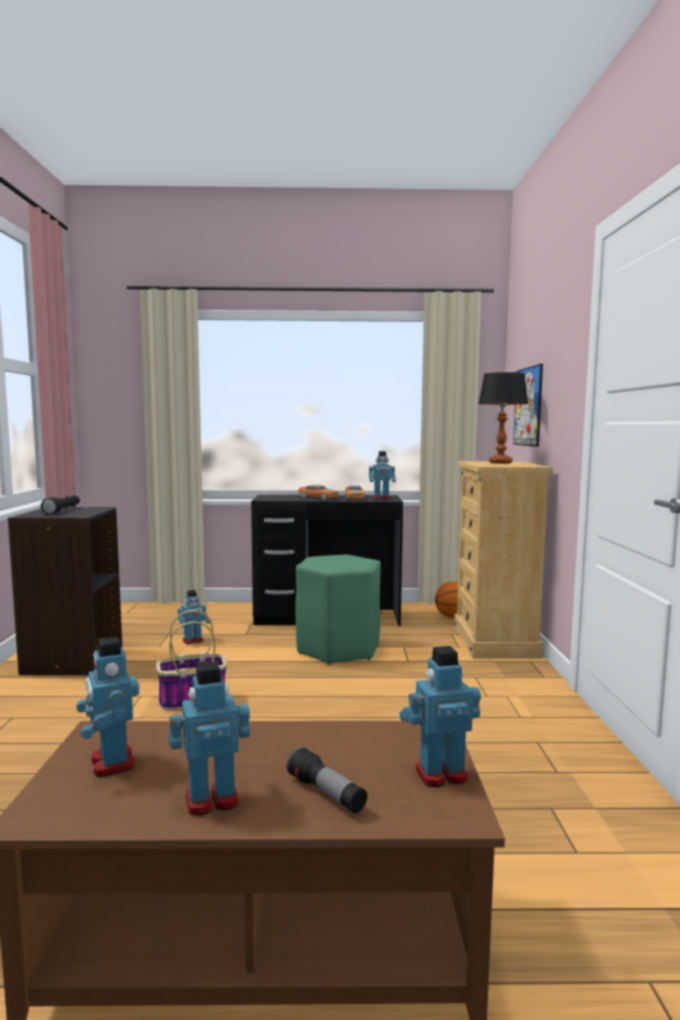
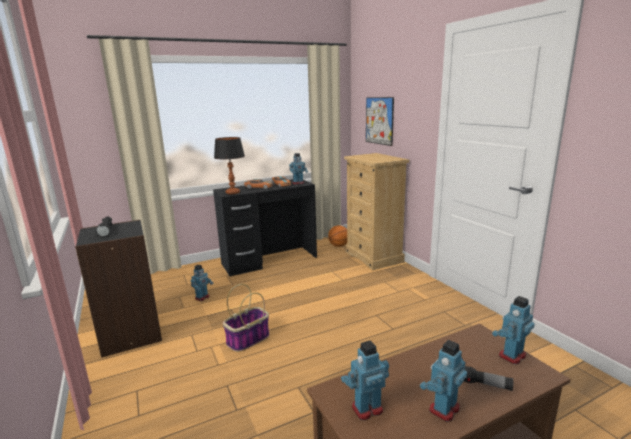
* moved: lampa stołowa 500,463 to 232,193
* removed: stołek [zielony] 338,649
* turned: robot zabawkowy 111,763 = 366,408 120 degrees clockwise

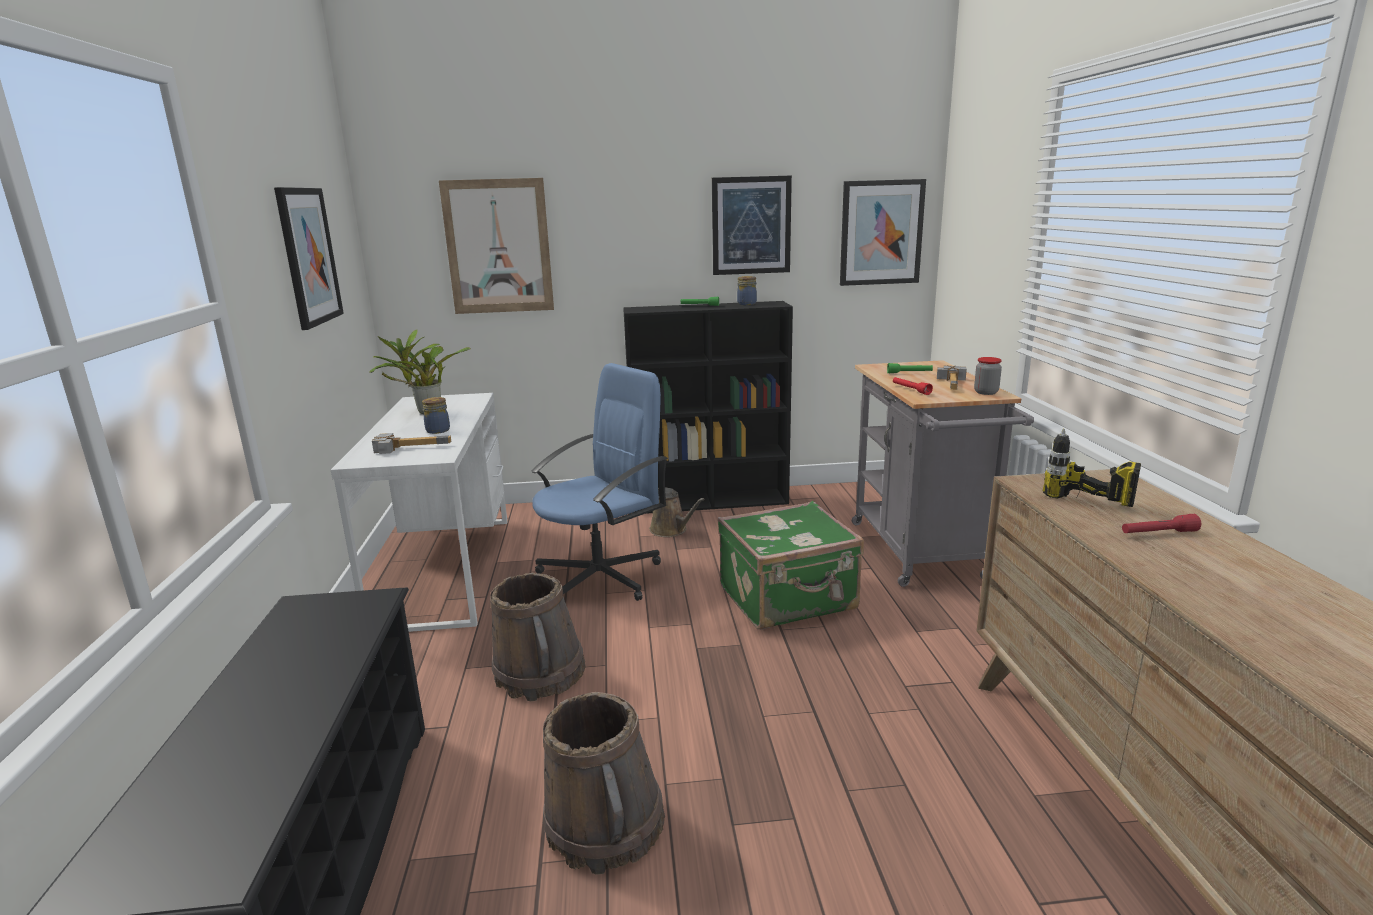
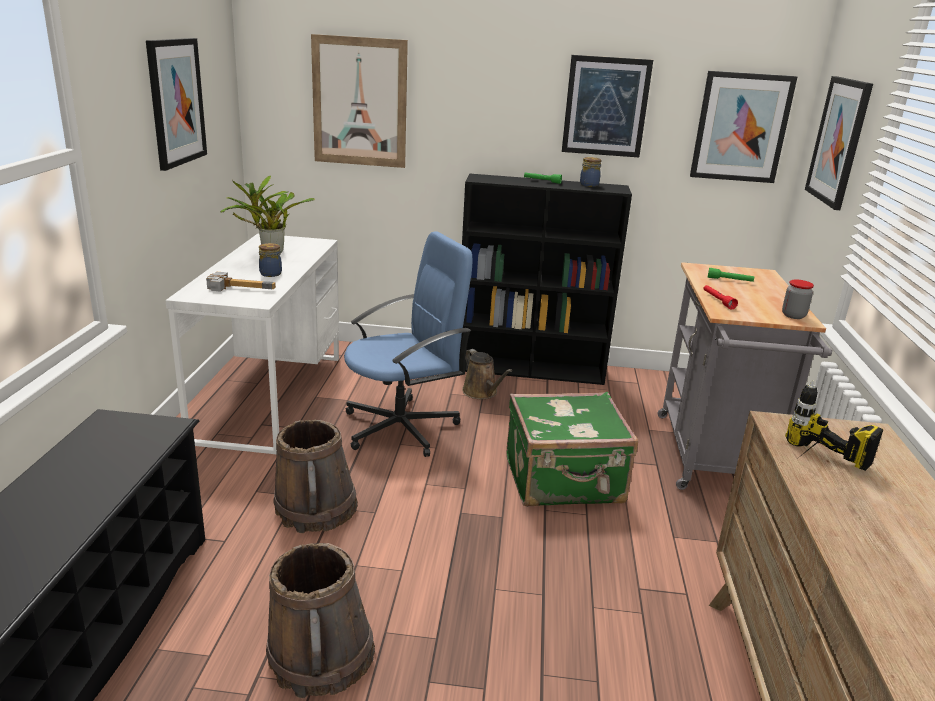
* removed: młotek 956,384
* removed: latarka [czerwony] 1158,533
* added: obraz 838,141

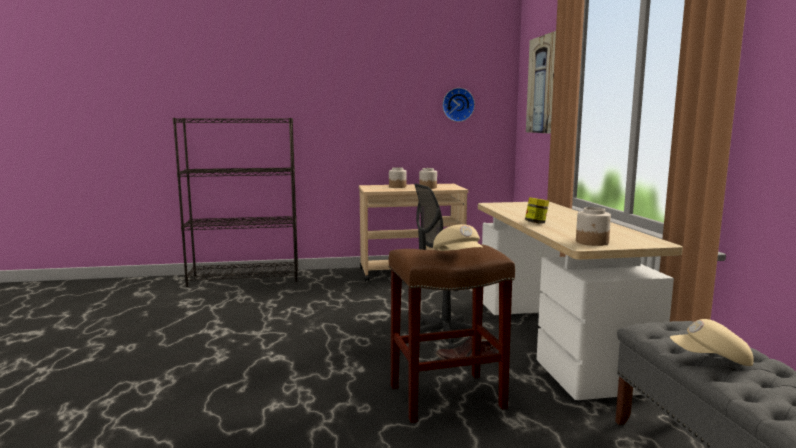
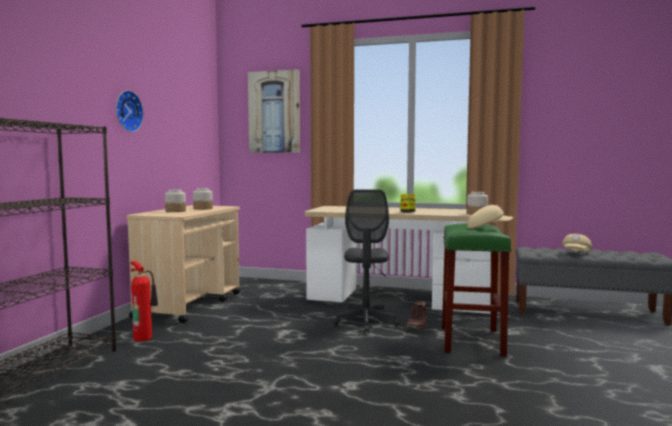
* moved: zegar ścienny 457,104 to 127,111
* recoloured: stołek [brązowy] 448,396 to stołek [zielony] 471,340
* added: gaśnica 144,337

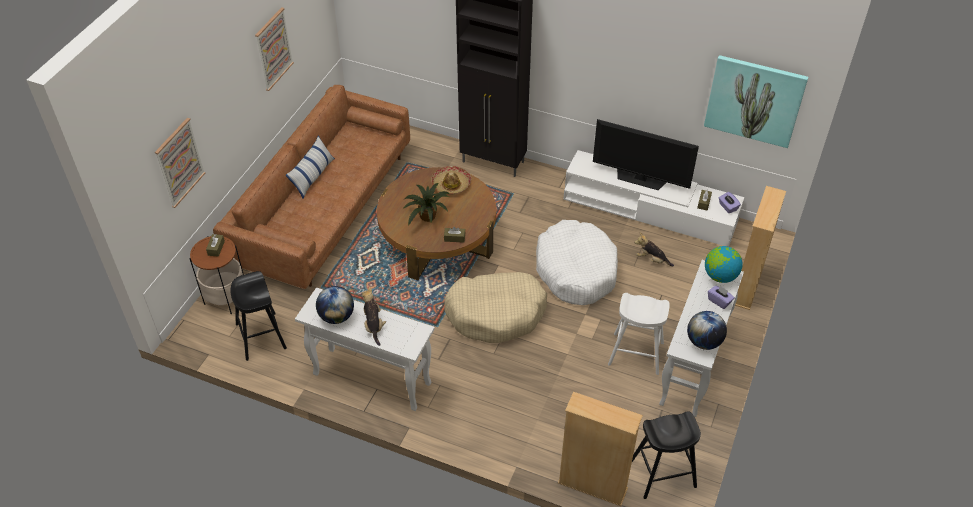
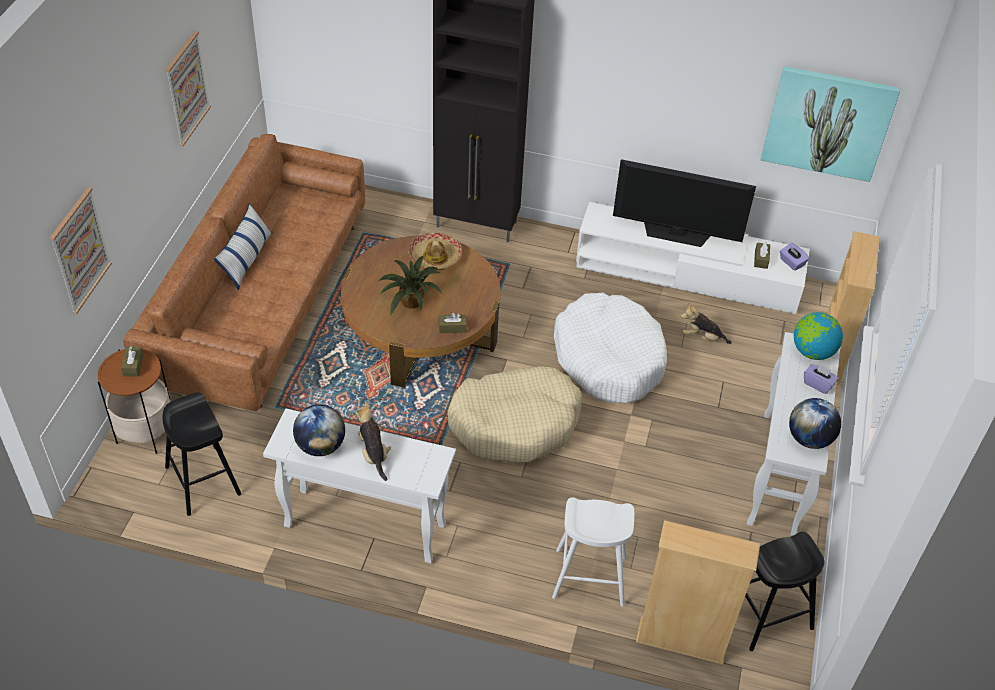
* moved: stołek [biały] 636,354 to 590,577

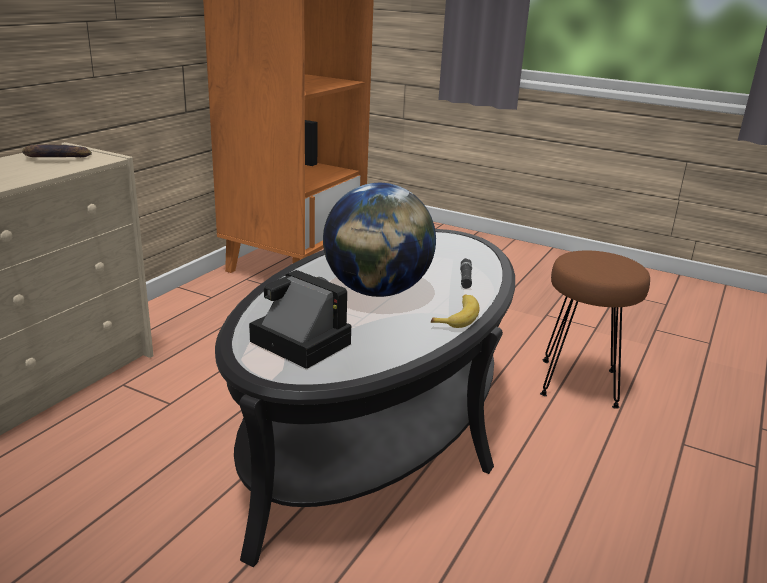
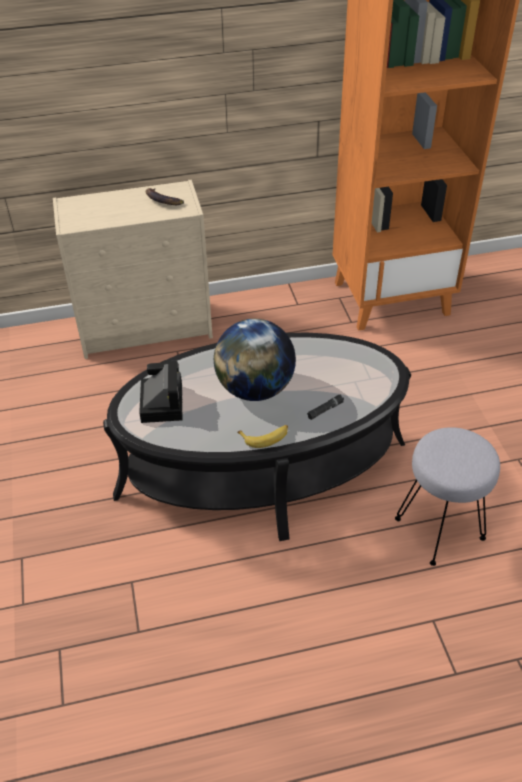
* recoloured: stołek [brązowy] 580,383 to stołek [szary] 439,530

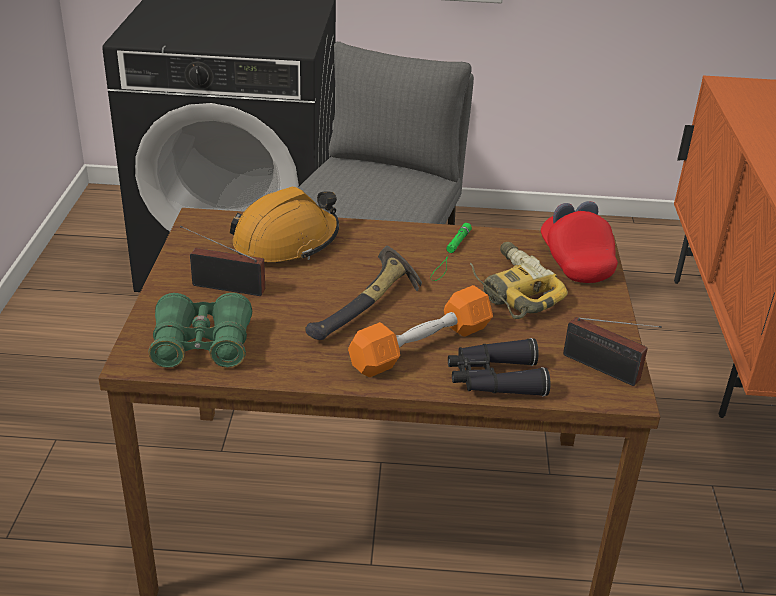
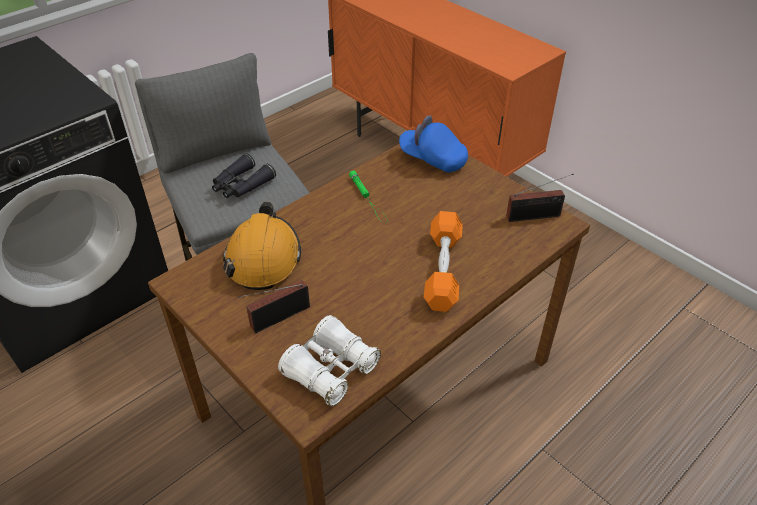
* recoloured: czapka z daszkiem [czerwony] 575,261 to czapka z daszkiem [niebieski] 432,159
* removed: wiertarka 510,290
* removed: młotek 368,308
* recoloured: lornetka [zielony] 202,346 to lornetka [biały] 330,369
* moved: lornetka [czarny] 494,379 to 241,185

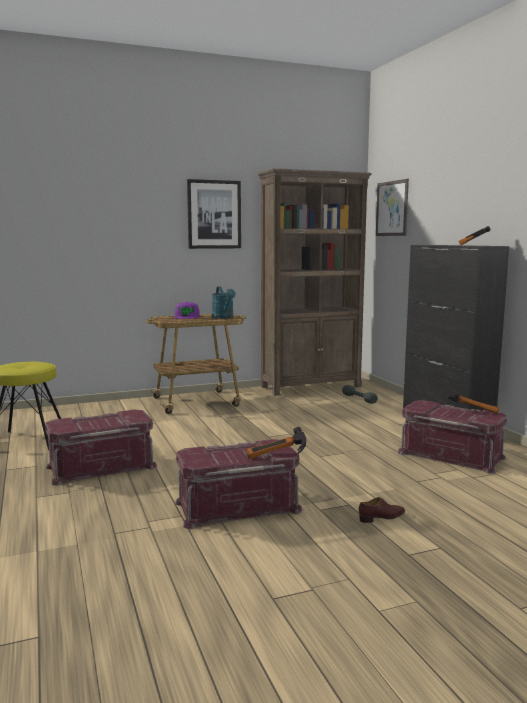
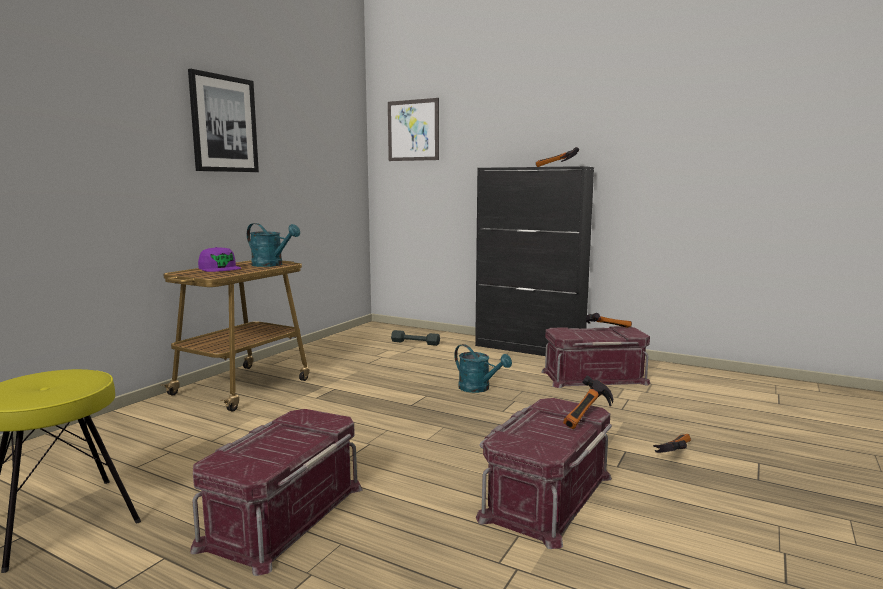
* removed: regał [brązowy] 311,386
* replaced: but [brązowy] 382,517 to młotek 672,453
* added: konewka [turkusowy] 479,389

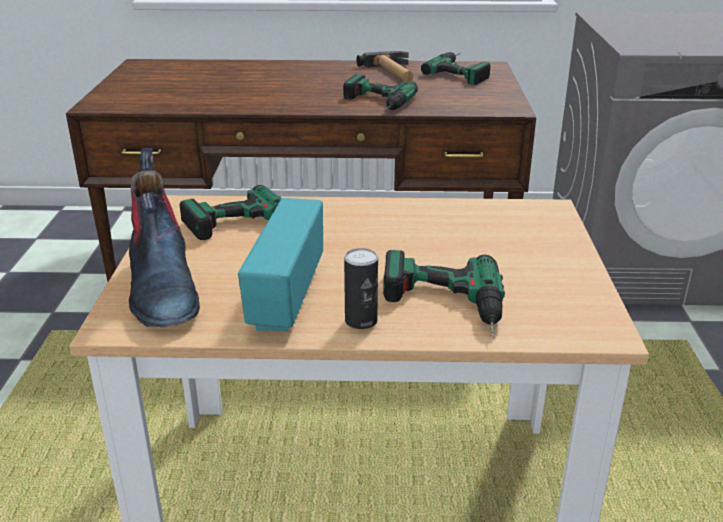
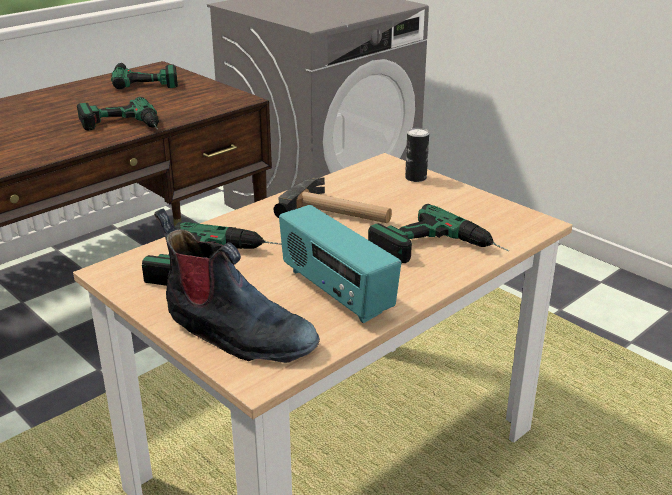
* moved: młotek 393,73 to 338,213
* moved: puszka 361,321 to 415,178

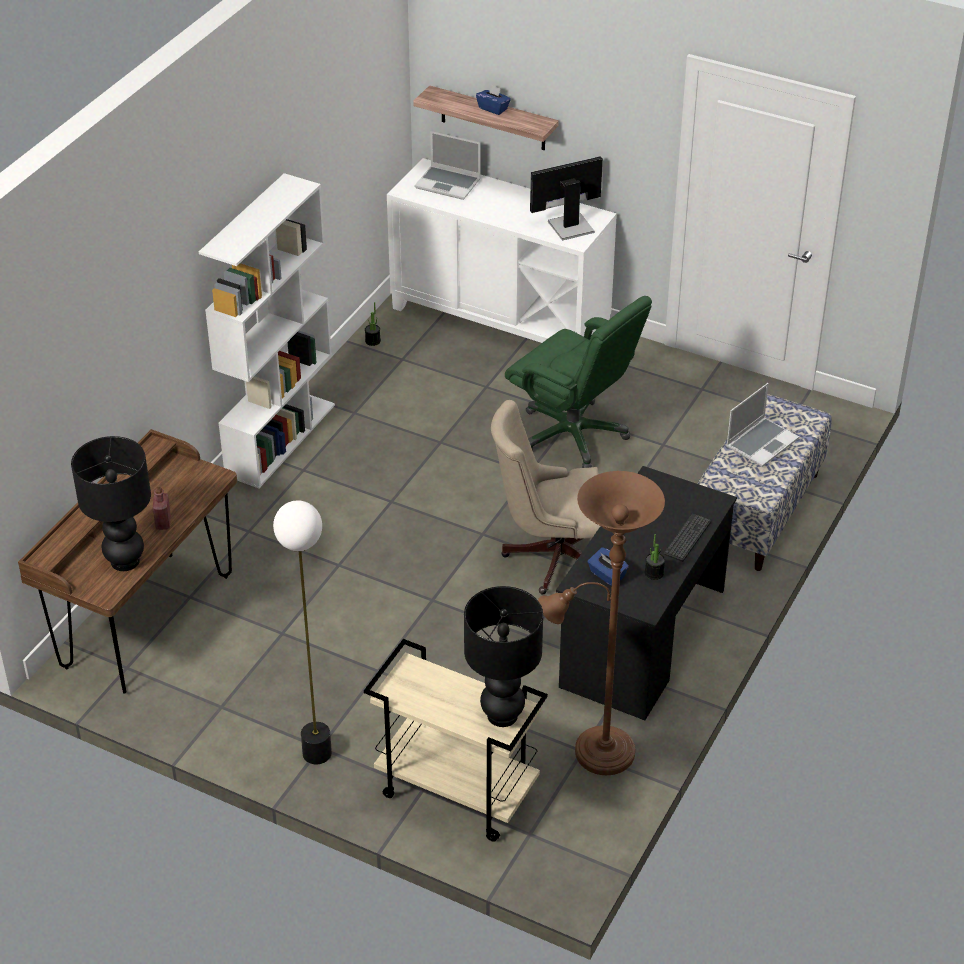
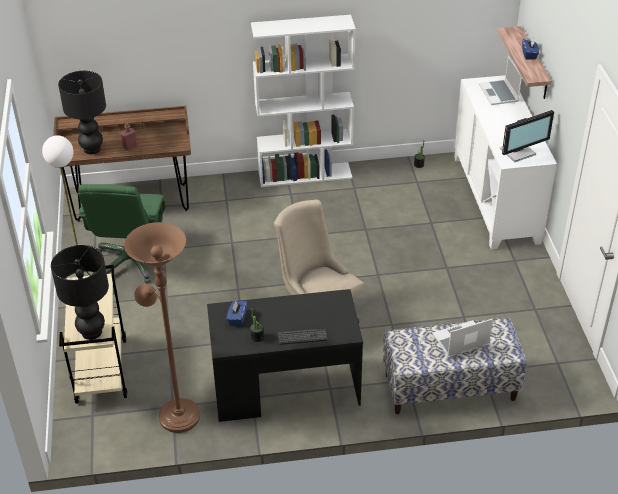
* turned: monitor 569,226 = 519,152 120 degrees clockwise
* moved: krzesło biurowe [zielony] 573,435 to 132,261
* turned: laptop 761,442 = 460,341 150 degrees clockwise

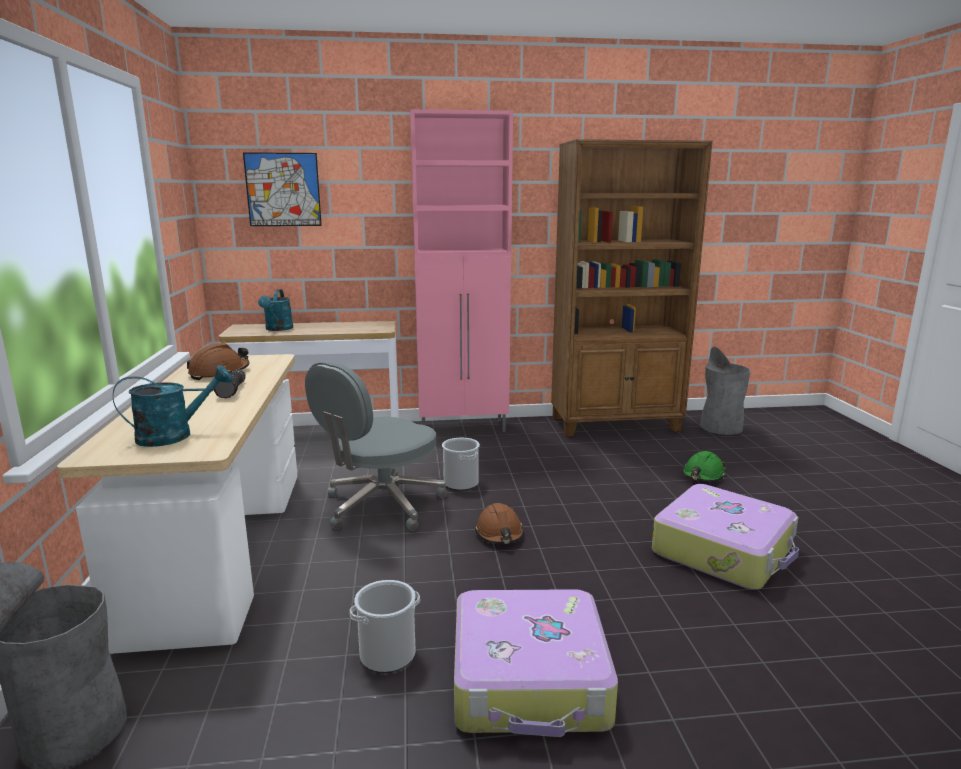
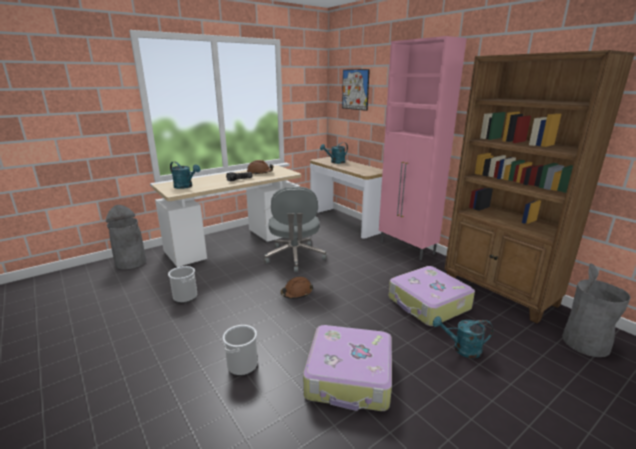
* turned: krzesło biurowe [szary] 381,505 = 295,257 105 degrees counterclockwise
* moved: wiadro 461,483 to 242,365
* replaced: kask [zielony] 703,476 to konewka [turkusowy] 462,349
* moved: walizka 530,680 to 428,304

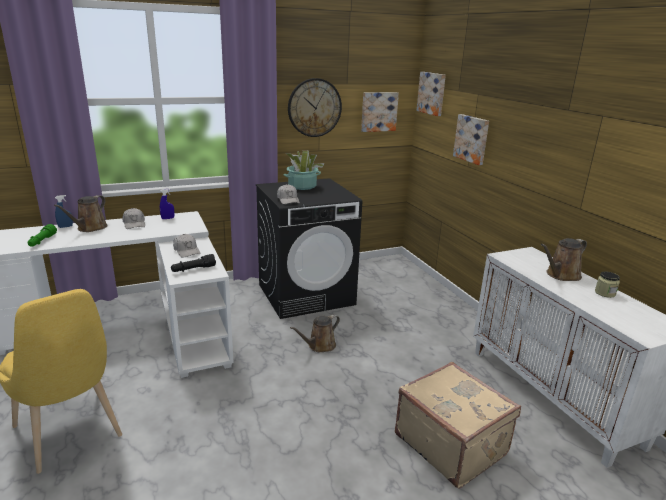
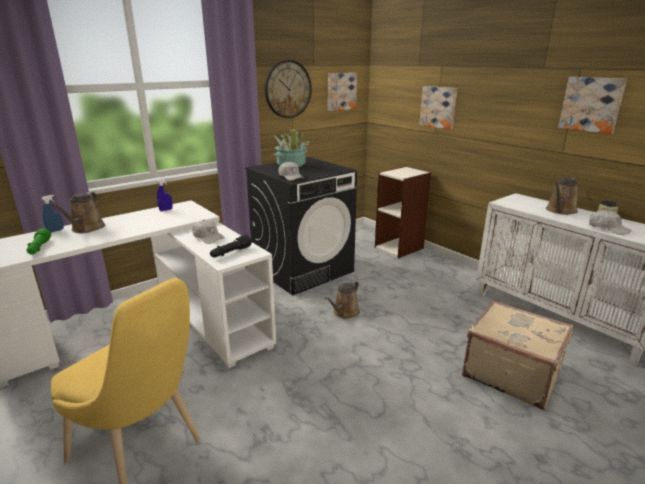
* moved: obraz 432,93 to 591,104
* moved: czapka z daszkiem [biały] 134,224 to 608,228
* added: regał 399,247

